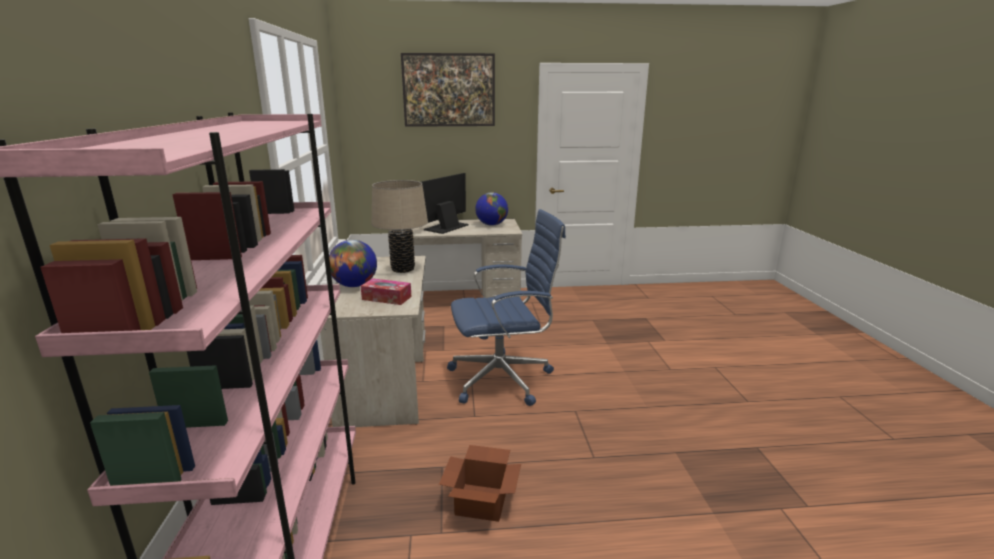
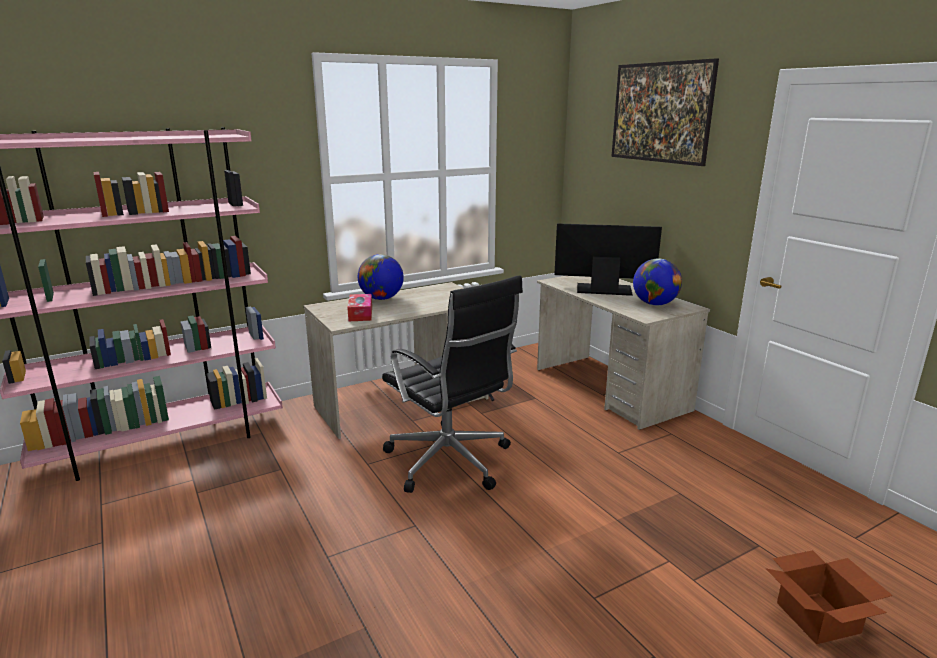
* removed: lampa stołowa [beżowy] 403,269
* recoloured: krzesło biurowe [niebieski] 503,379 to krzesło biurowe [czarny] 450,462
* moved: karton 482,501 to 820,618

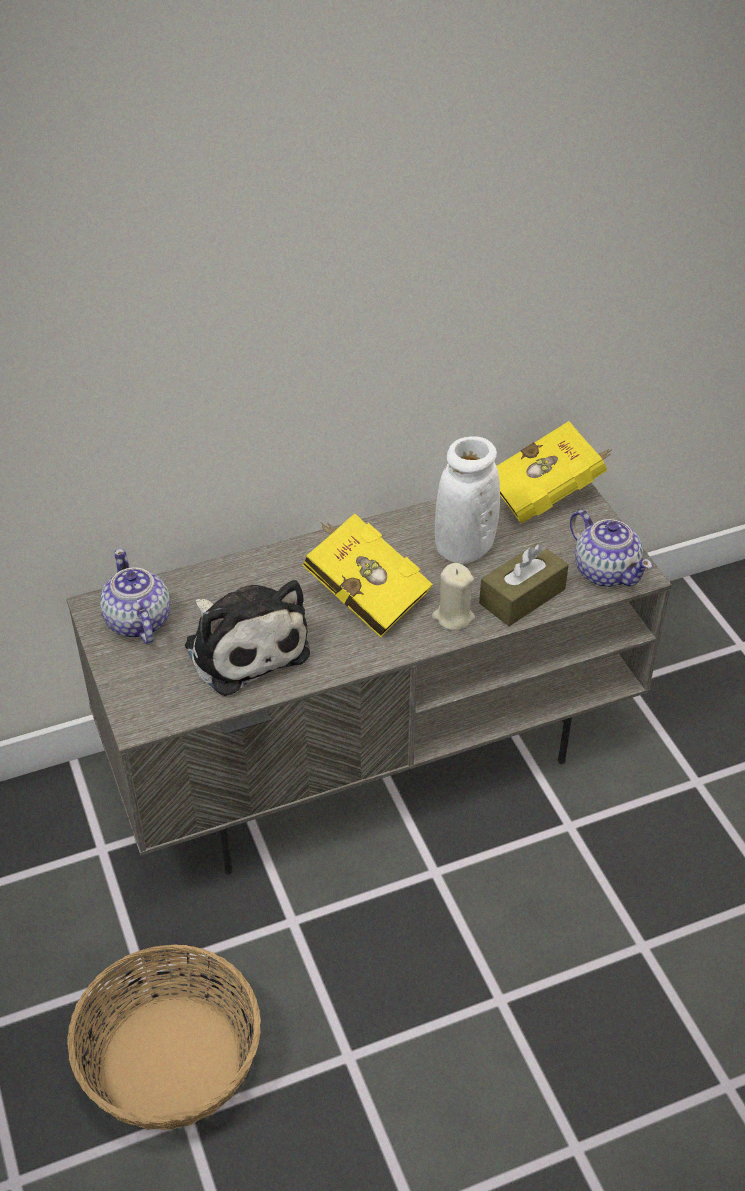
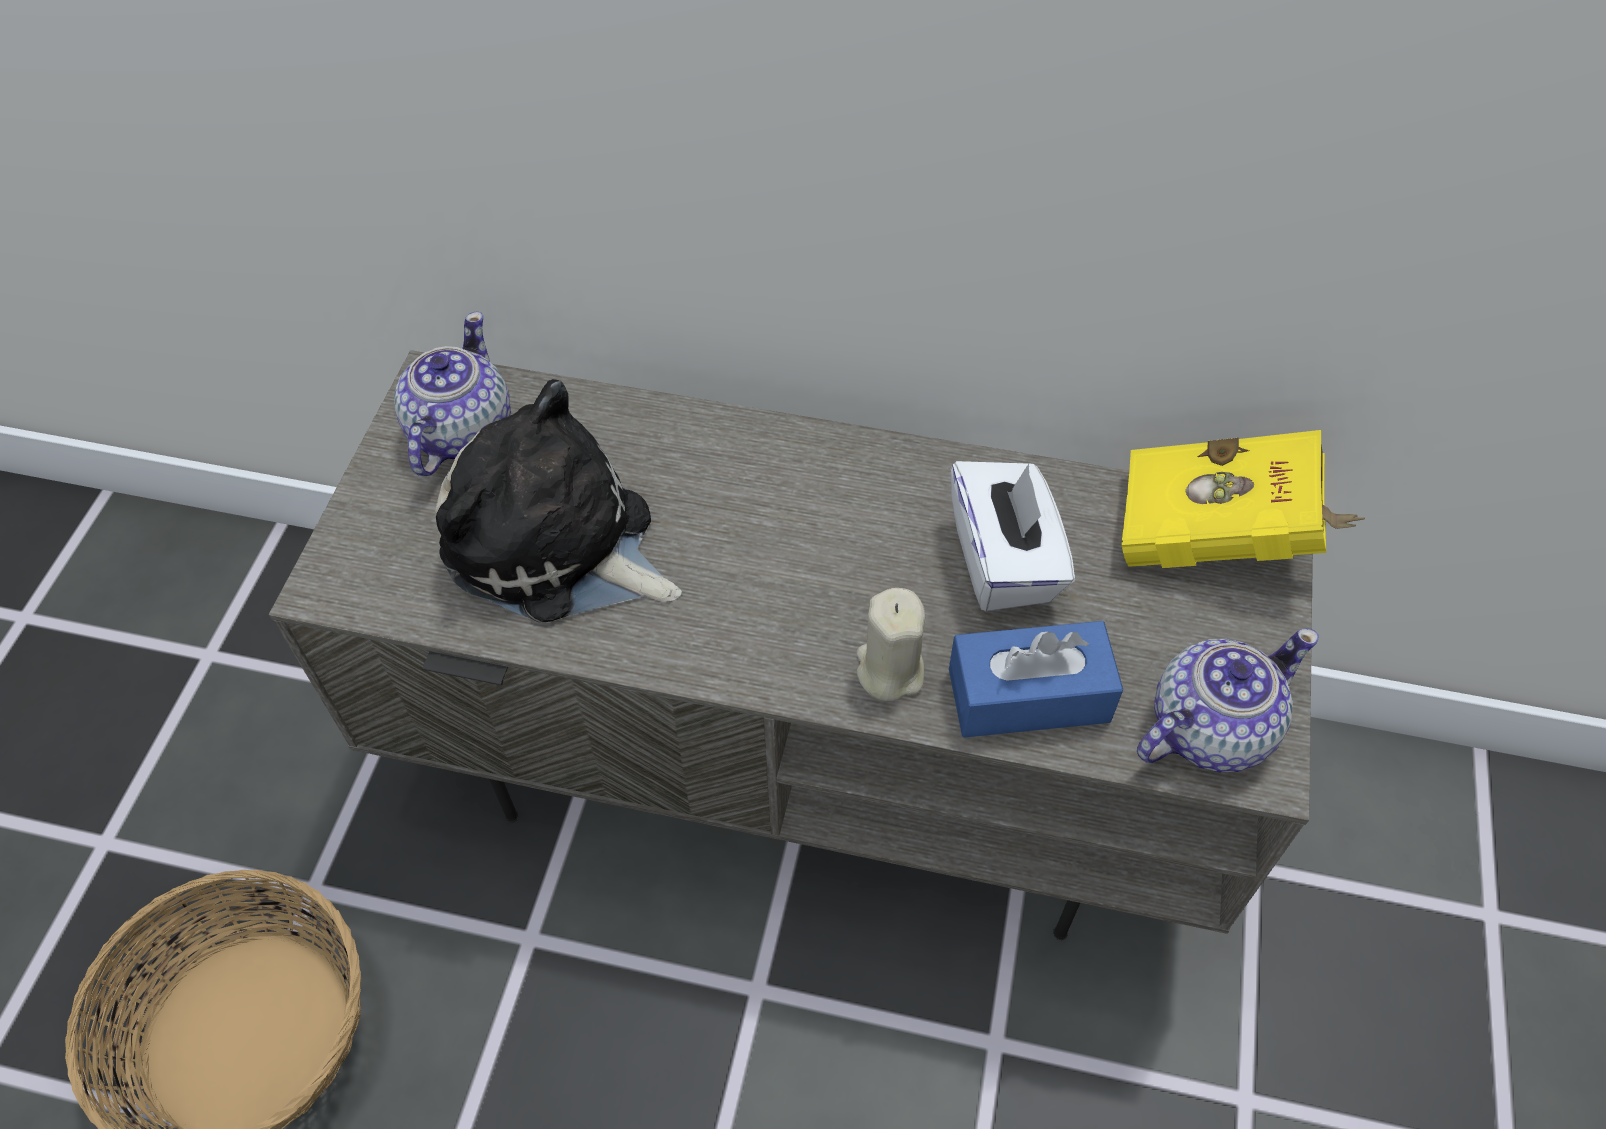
* replaced: wazon [biały] 464,548 to pudełko chusteczek [biały] 1004,561
* turned: imbryk 605,571 = 1207,728 120 degrees counterclockwise
* removed: książka [żółty] 364,593
* recoloured: pudełko chusteczek [brązowy] 522,596 to pudełko chusteczek [niebieski] 1028,695
* turned: pluszak 244,646 = 558,547 120 degrees clockwise

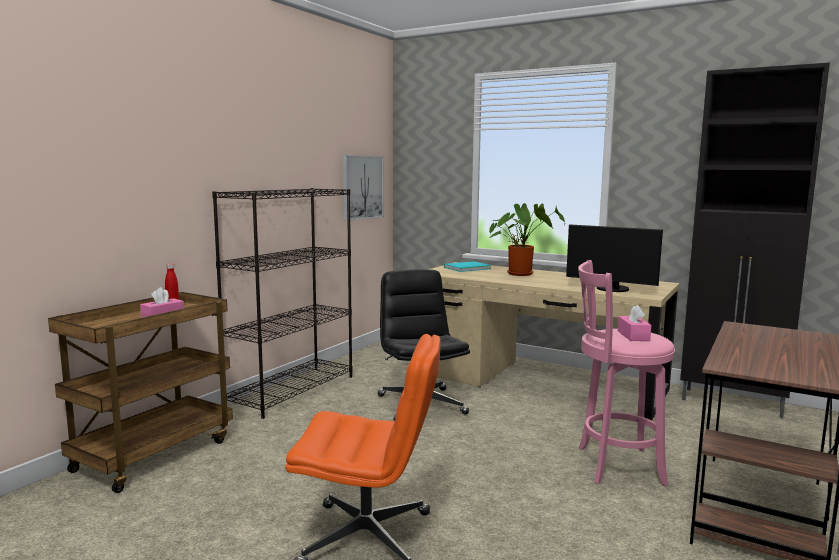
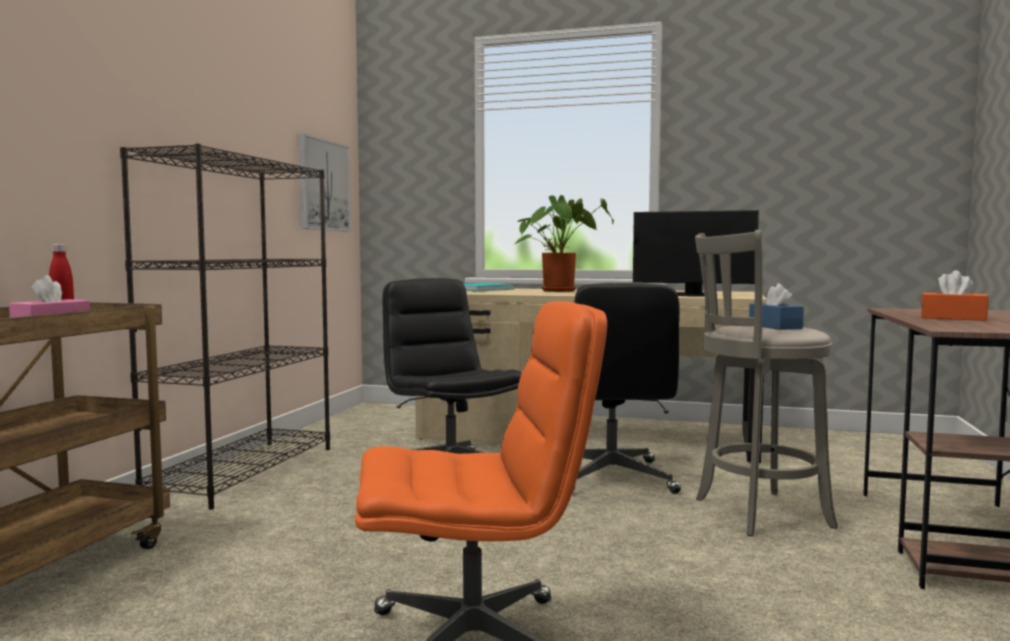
* removed: szafka [czarny] 733,403
* recoloured: stołek [różowy] 614,465 to stołek [szary] 756,513
* recoloured: pudełko chusteczek [różowy] 633,336 to pudełko chusteczek [niebieski] 775,327
* added: pudełko chusteczek [pomarańczowy] 953,318
* added: krzesło biurowe [czarny] 612,478

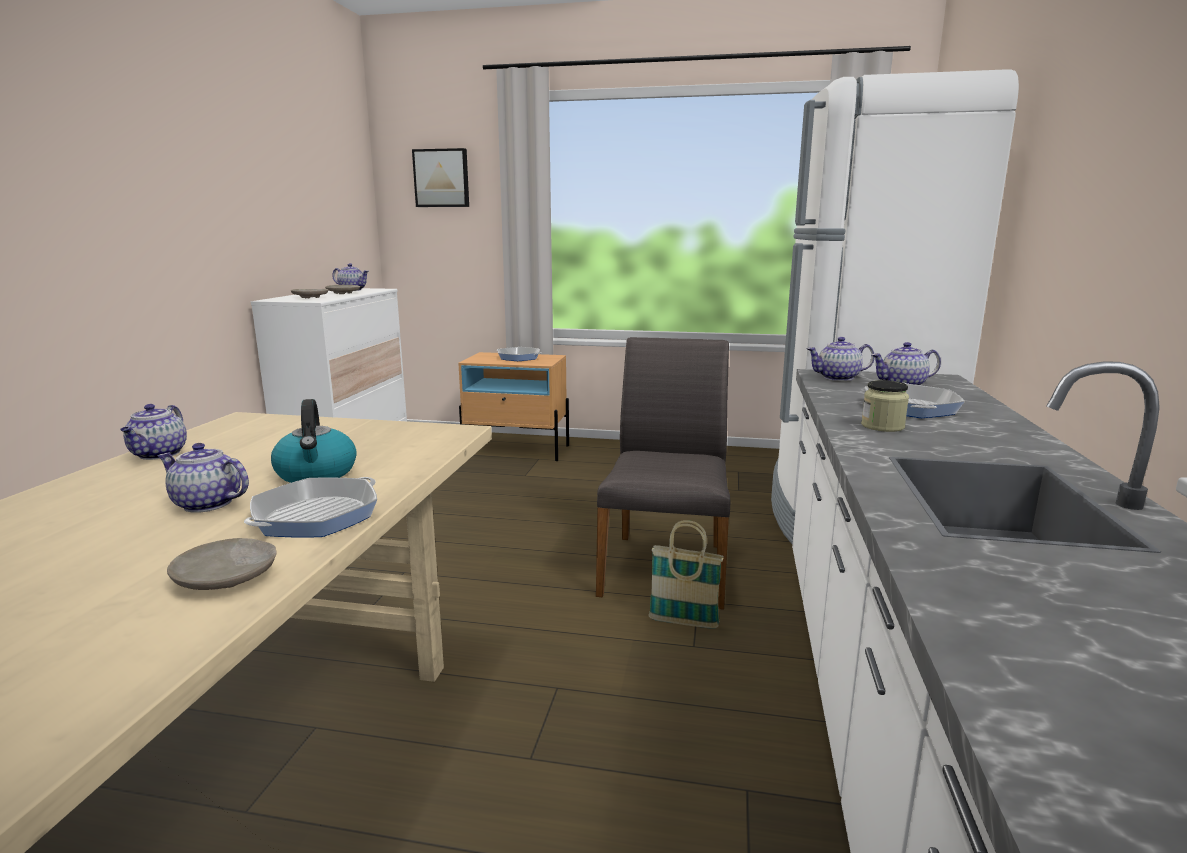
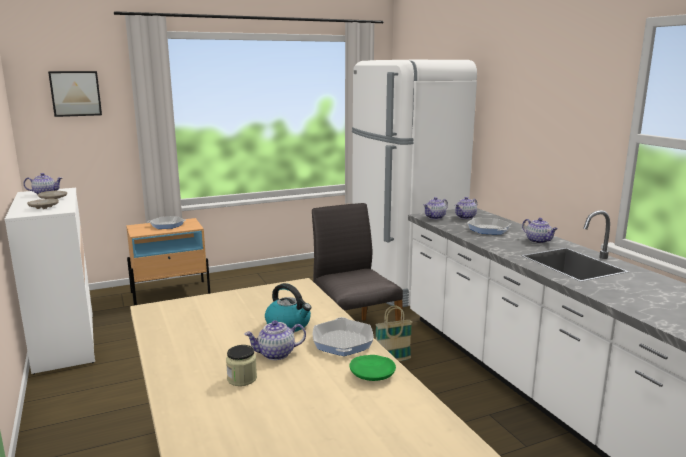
* moved: słoik 882,426 to 242,378
* moved: imbryk 159,454 to 538,241
* recoloured: talerz [beżowy] 227,578 to talerz [zielony] 372,374

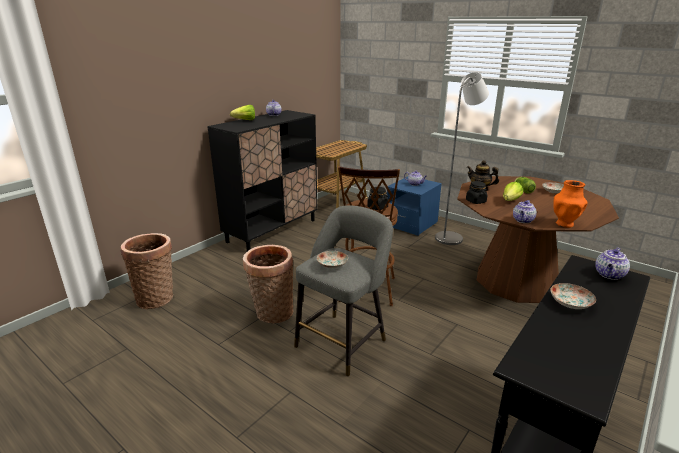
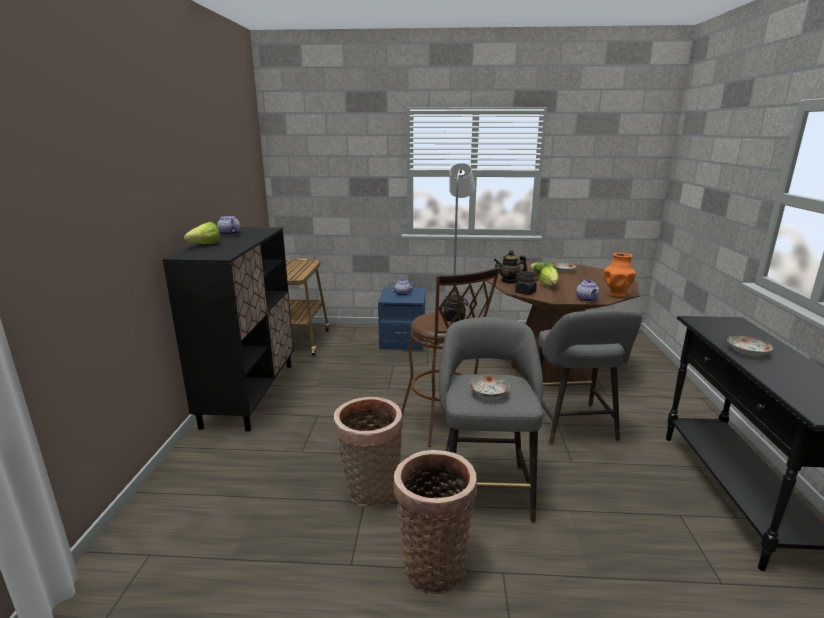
* moved: koszyk 156,297 to 433,563
* removed: imbryk 609,275
* added: stołek [szary] 574,426

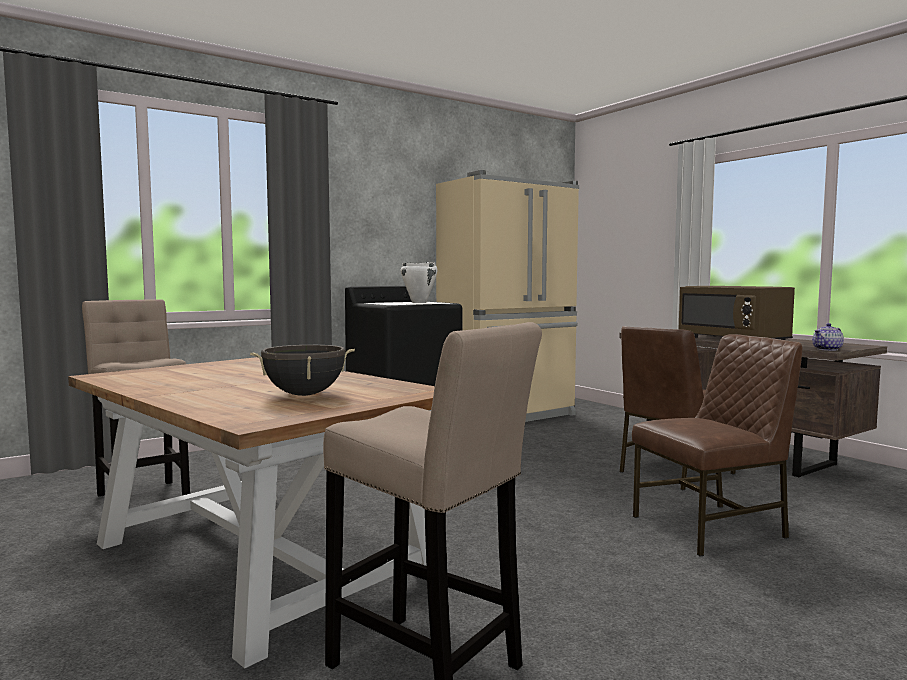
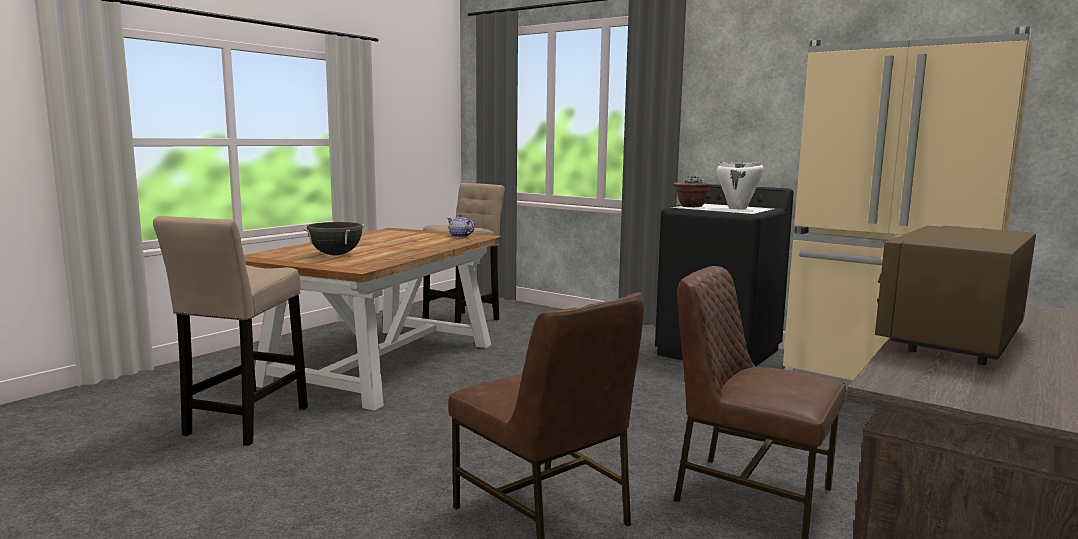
* moved: imbryk 827,349 to 460,236
* added: roślina doniczkowa 691,206

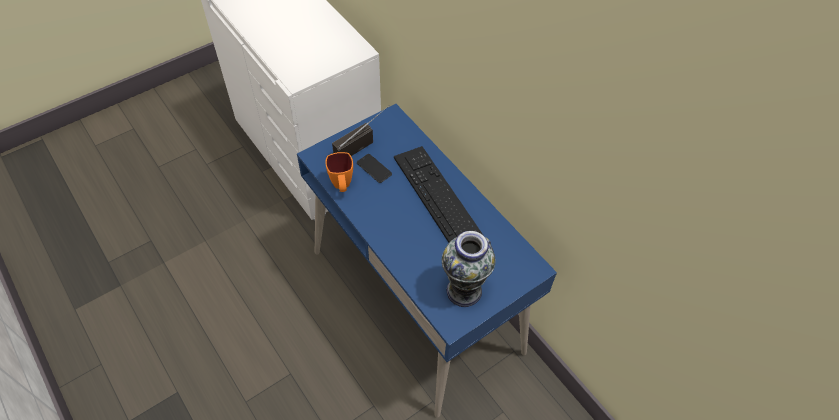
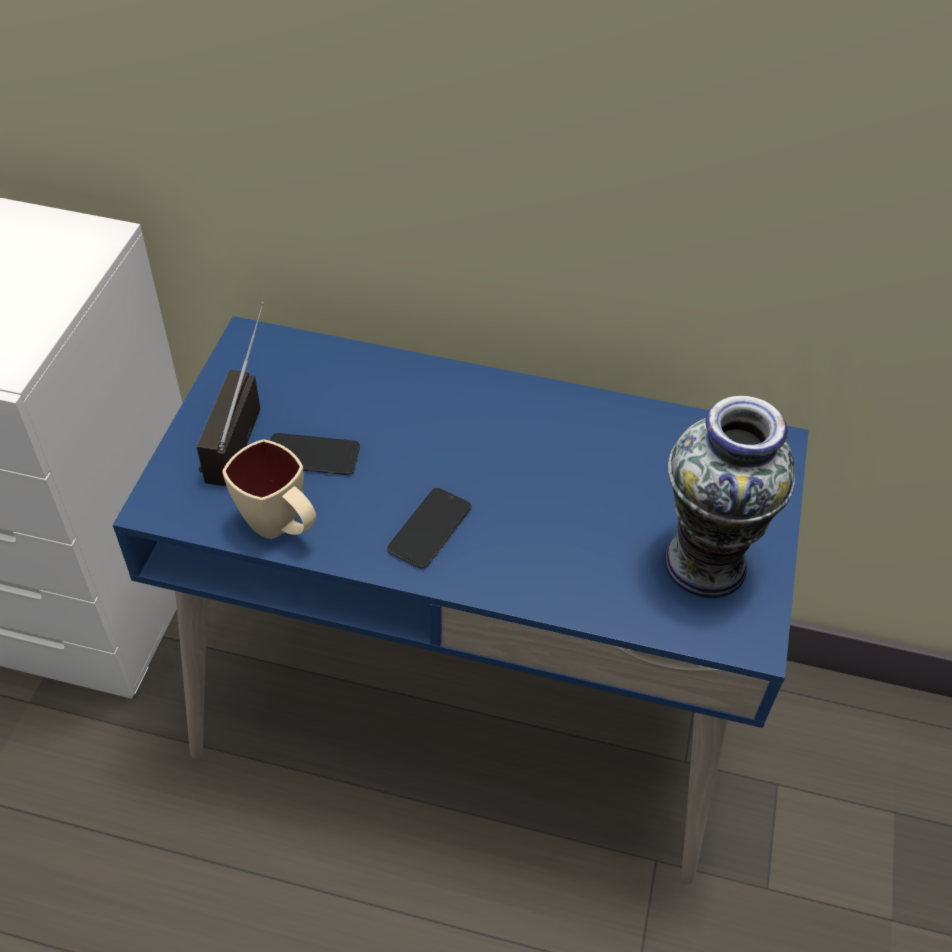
* removed: klawiatura 437,195
* recoloured: kubek [pomarańczowy] 342,186 to kubek [beżowy] 281,528
* added: telefon 429,529

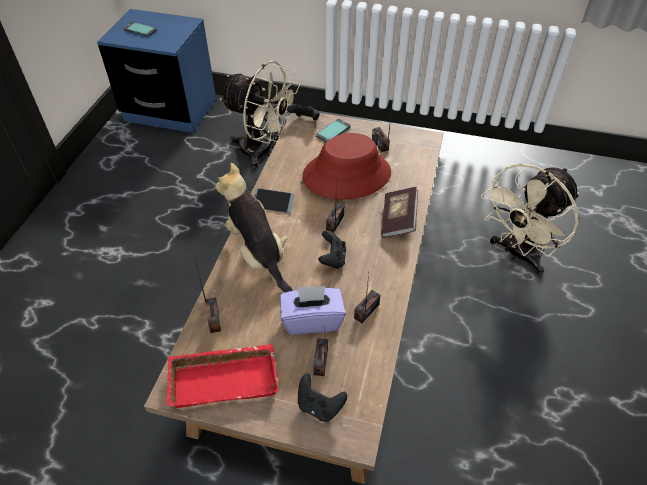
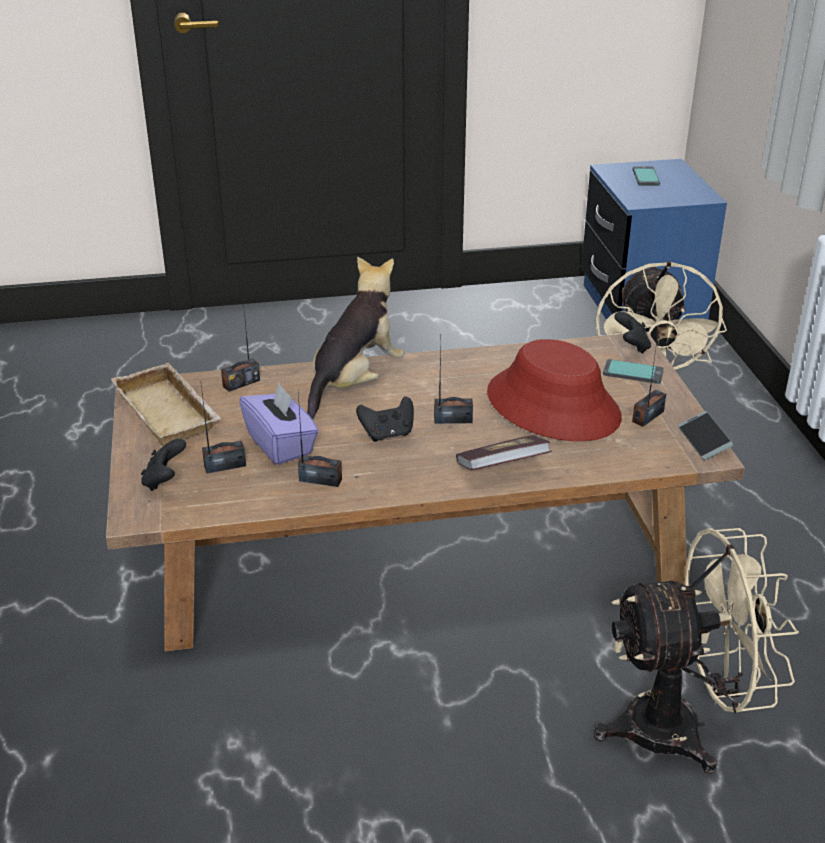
* turned: wentylator [beżowy] 517,254 = 681,727 150 degrees clockwise
* moved: telefon 273,204 to 703,441
* recoloured: taca [czerwony] 225,377 to taca [beżowy] 170,412

